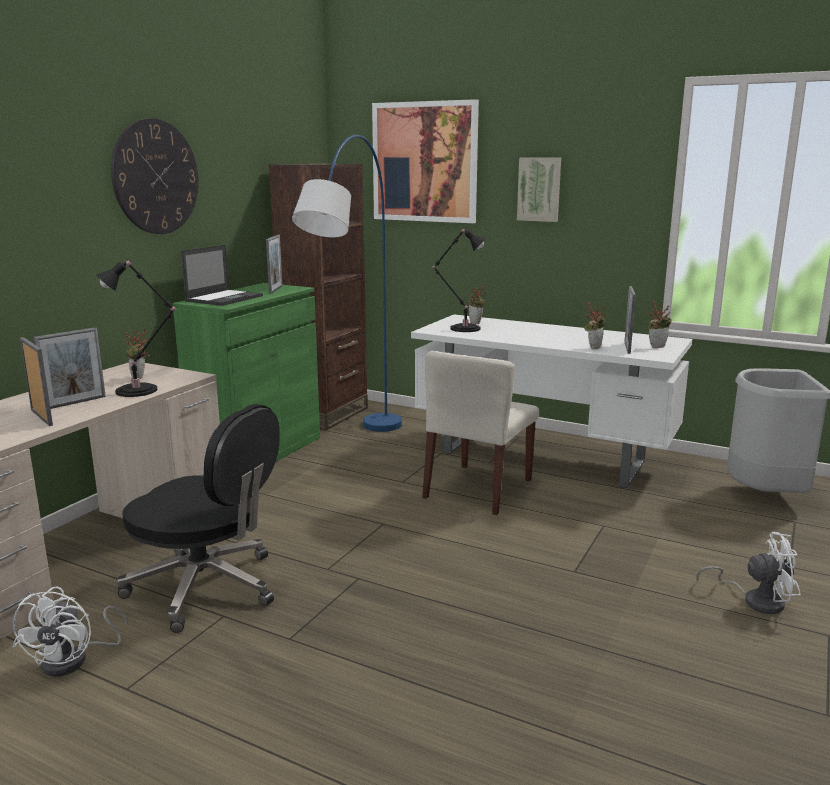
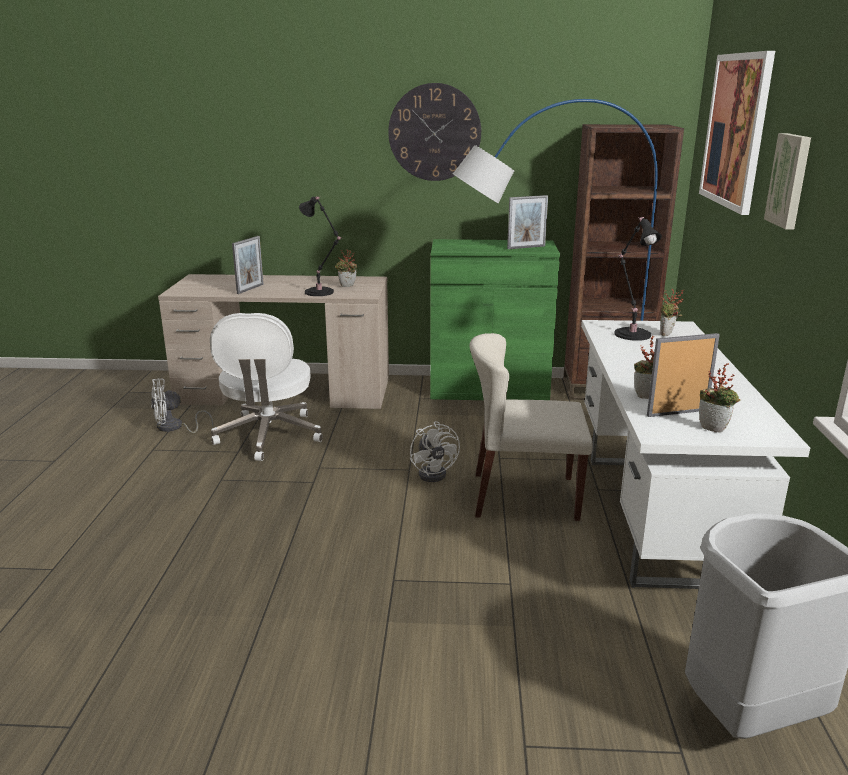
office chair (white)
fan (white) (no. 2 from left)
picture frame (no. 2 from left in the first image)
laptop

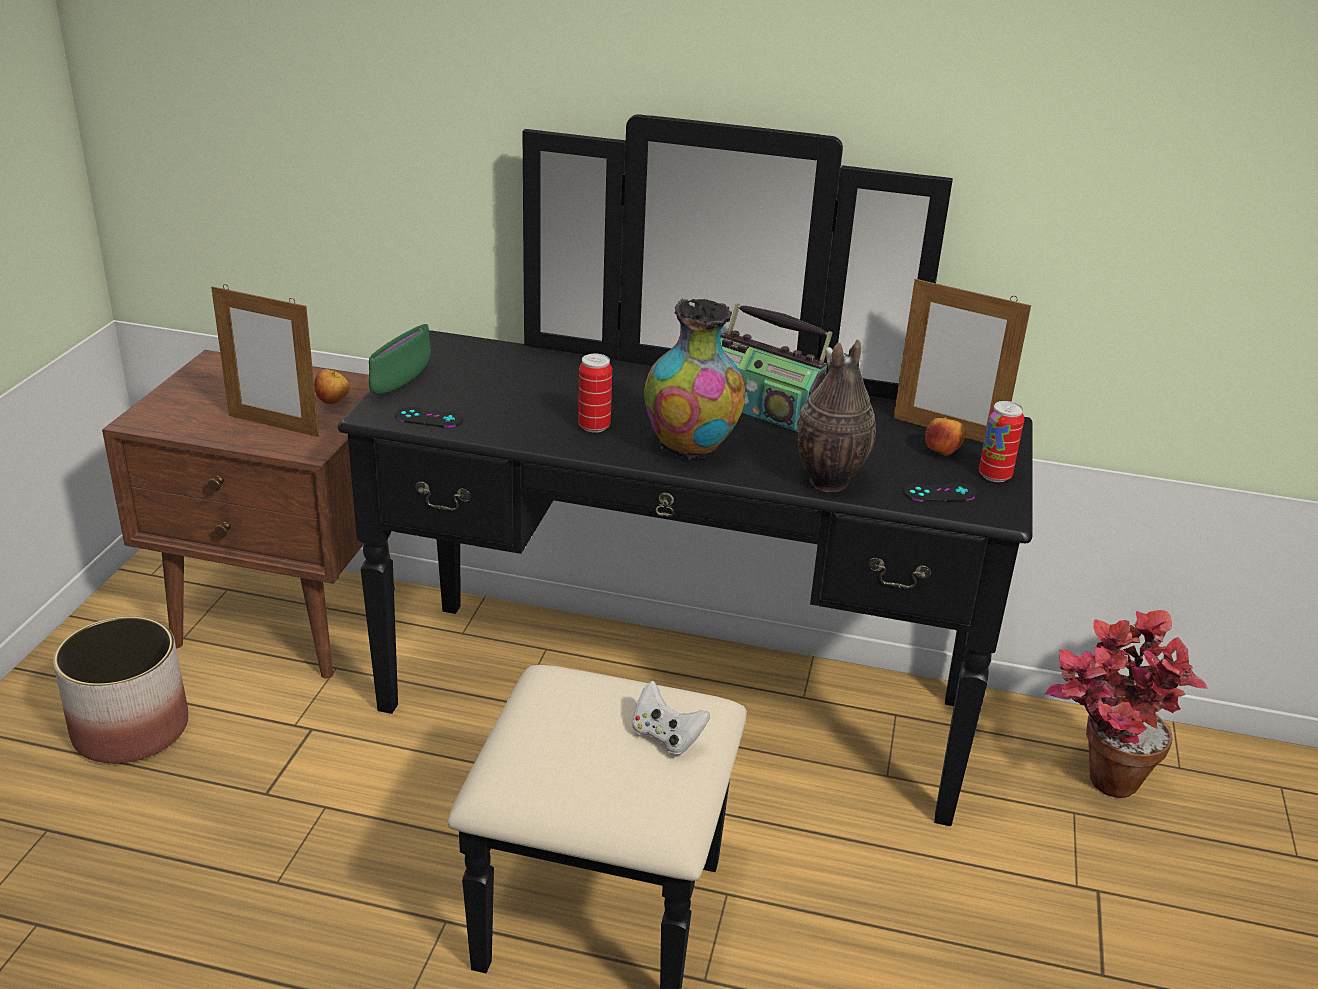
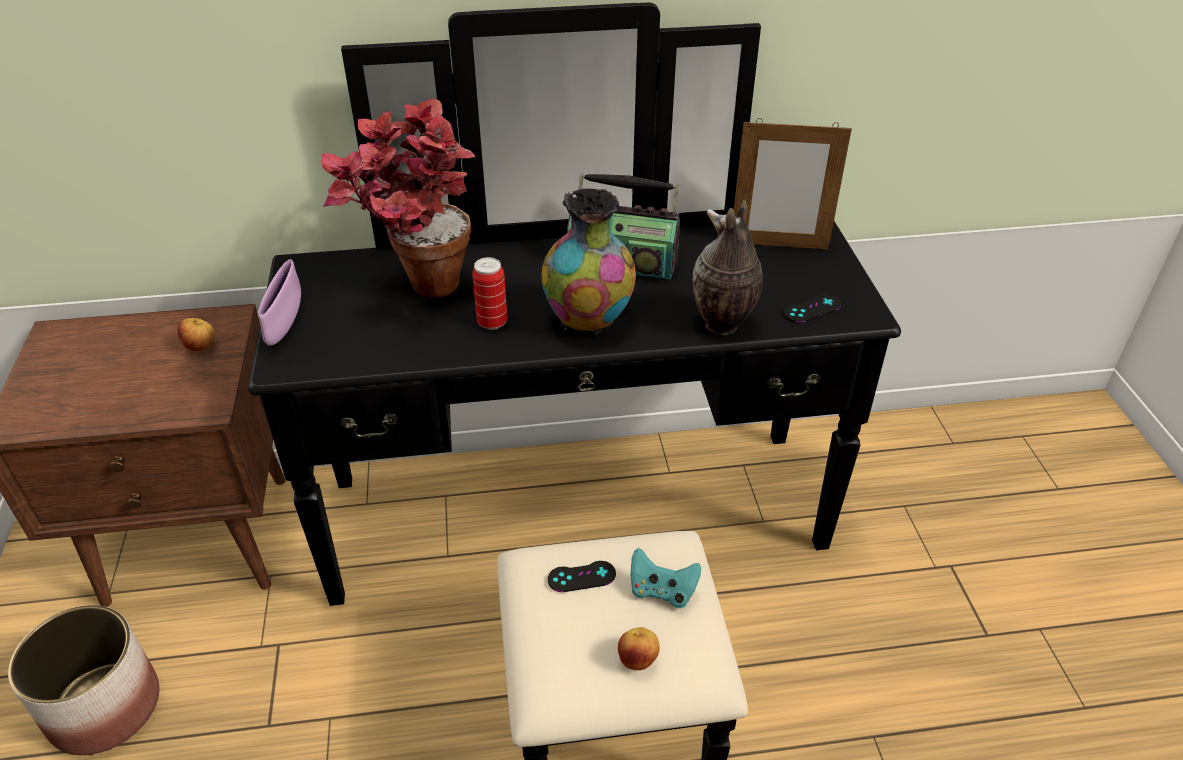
bowl (purple)
potted plant
game controller (black) (no. 1 from left)
apple (no. 2 from left)
game controller (turquoise)
picture frame (no. 1 from left in the first image)
can (no. 2 from left in the first image)

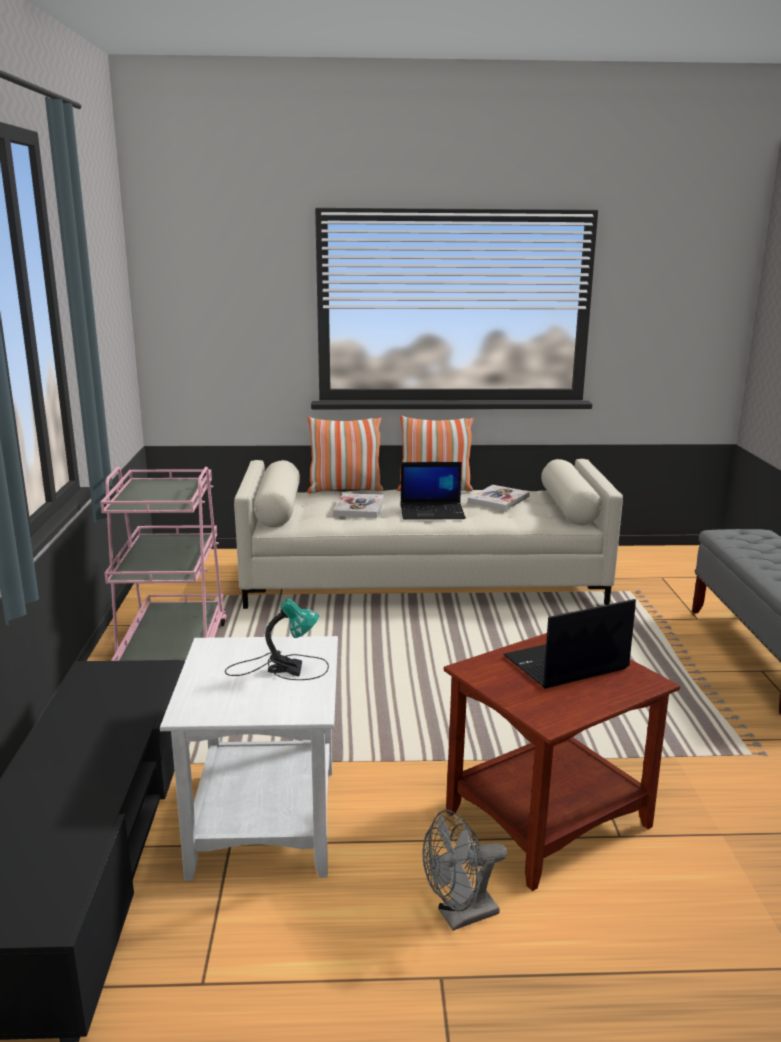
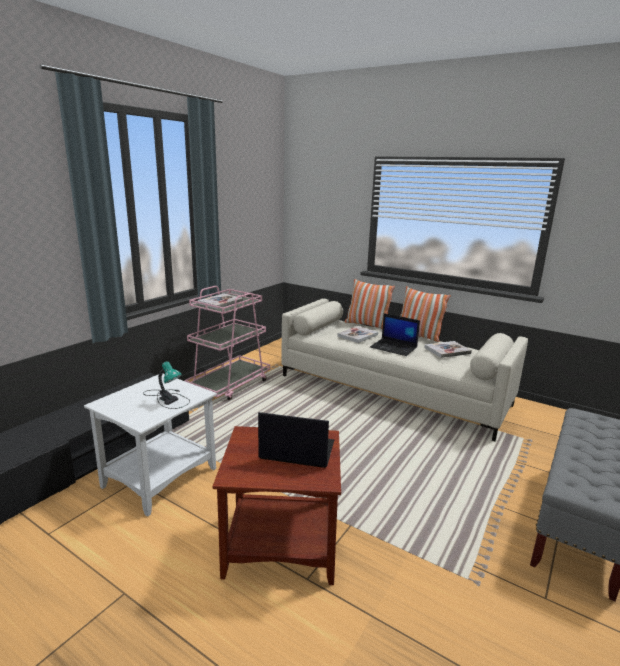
book (no. 1 from left)
fan (grey)

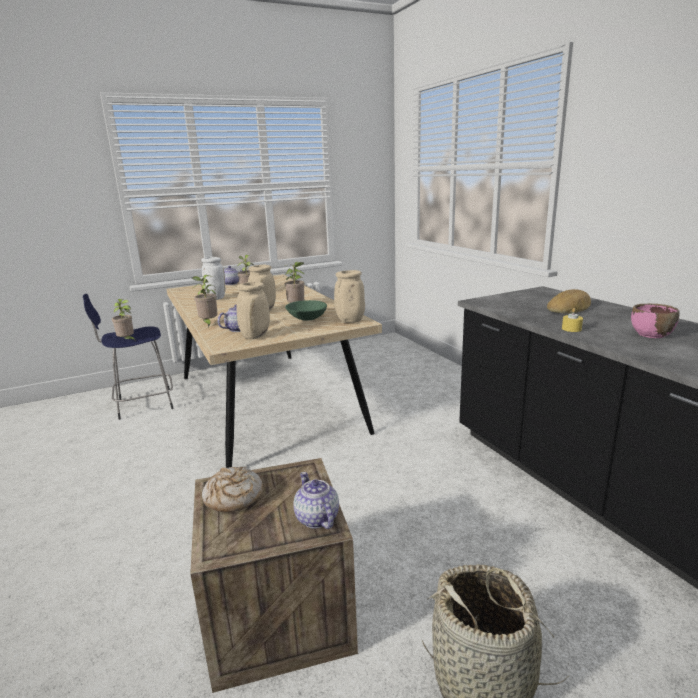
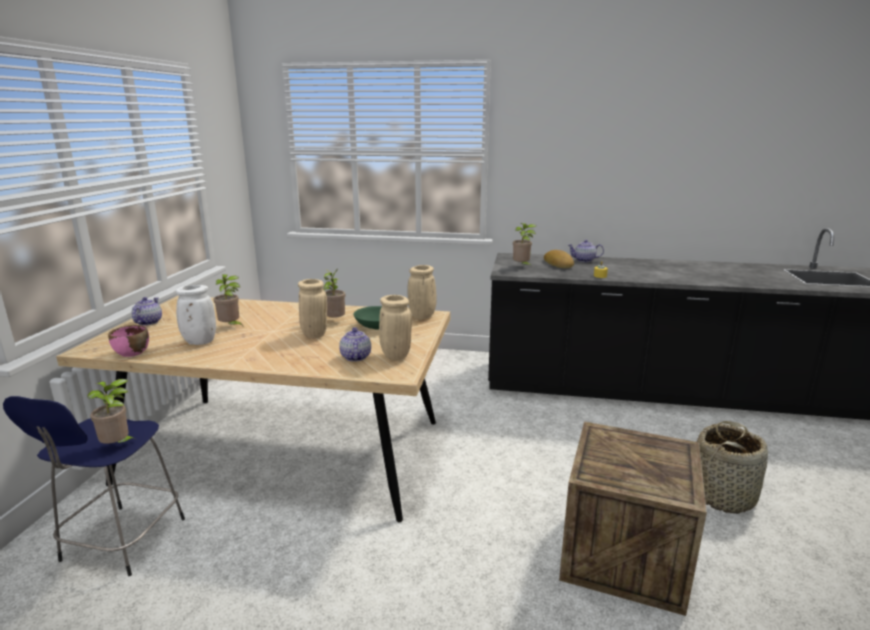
bowl (pink)
potted plant (no. 4 from left)
teapot (no. 3 from left)
bread (no. 1 from left in the first image)

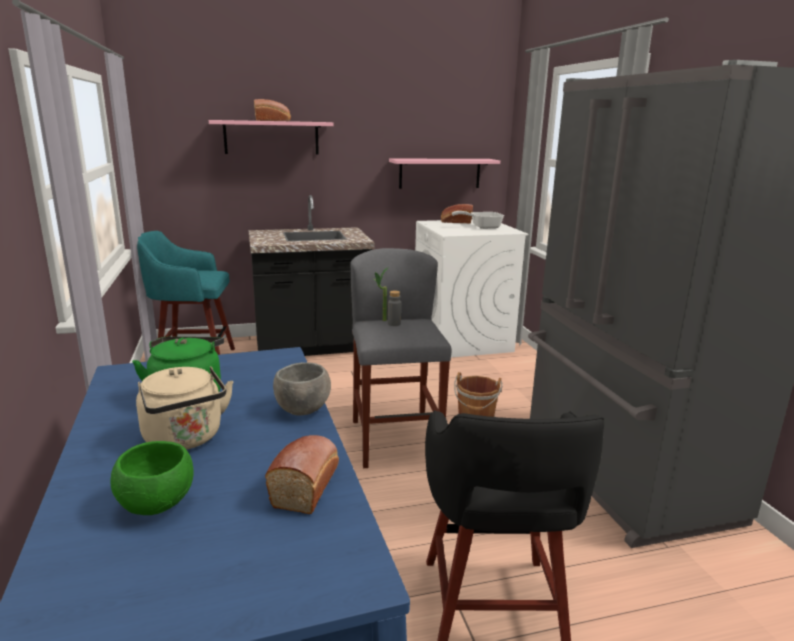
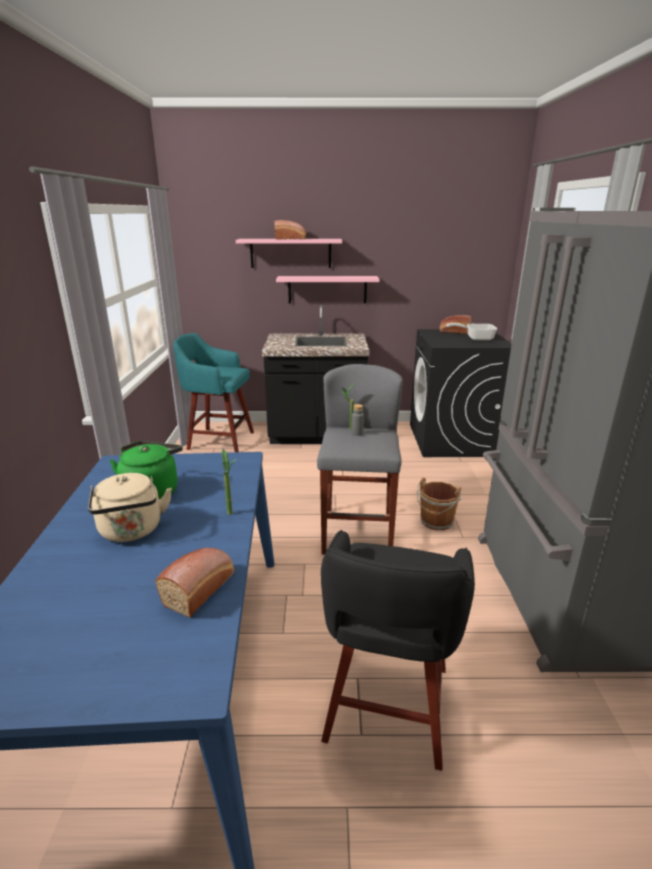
potted plant (no. 1 from left)
shelf (pink) (no. 2 from left)
washing machine (black)
bowl (green)

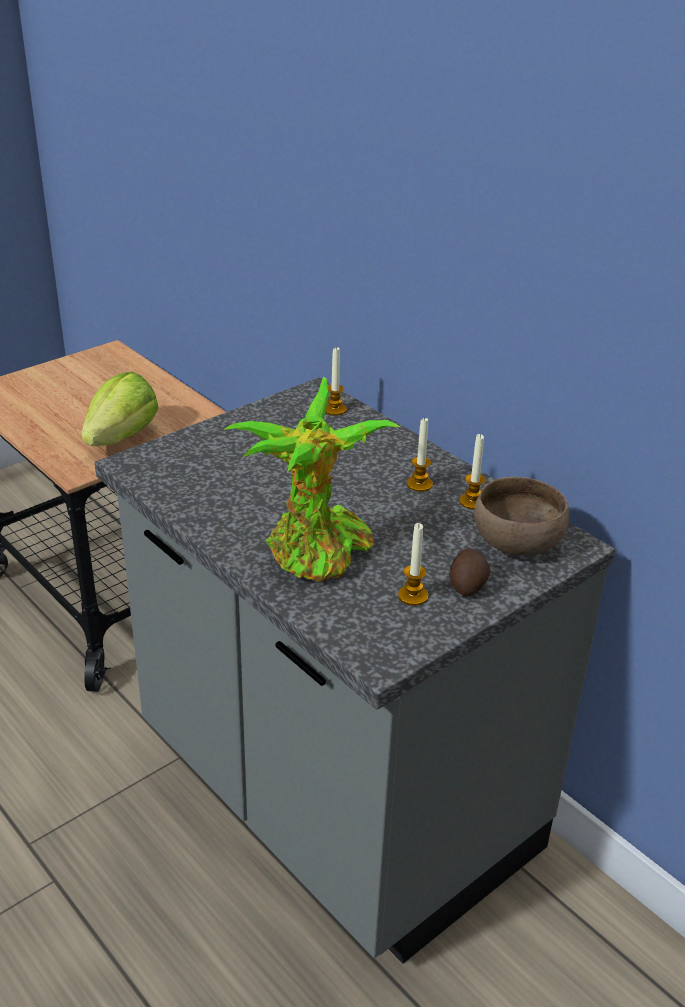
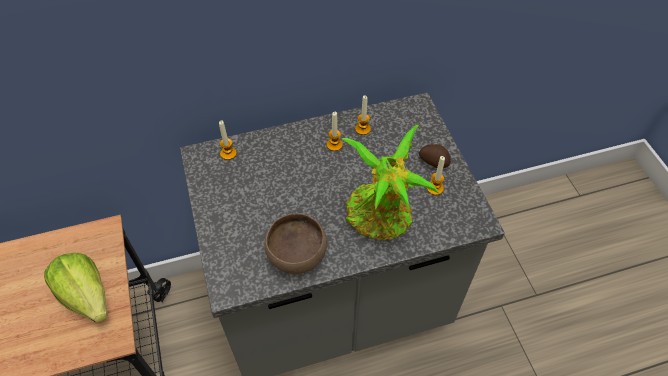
bowl (brown)

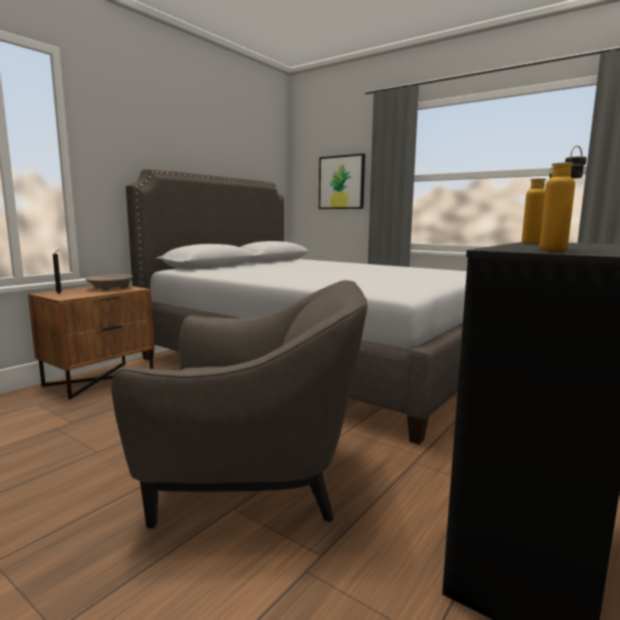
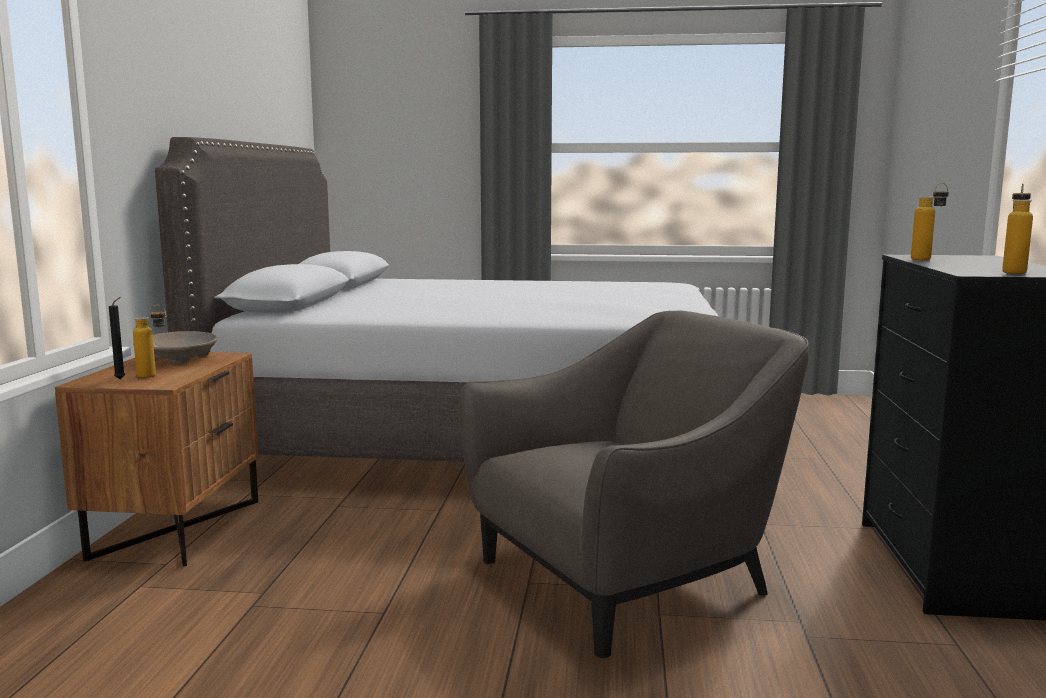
bottle (no. 1 from left)
picture

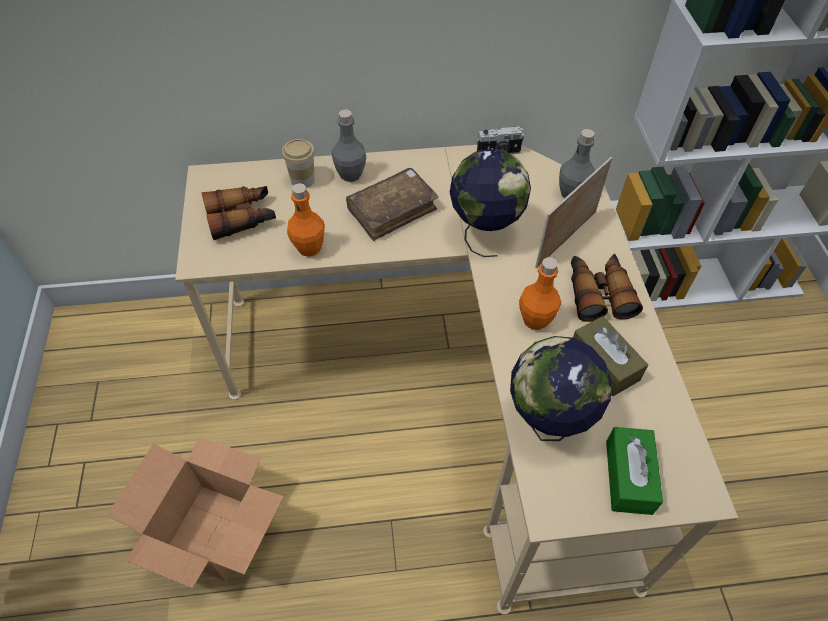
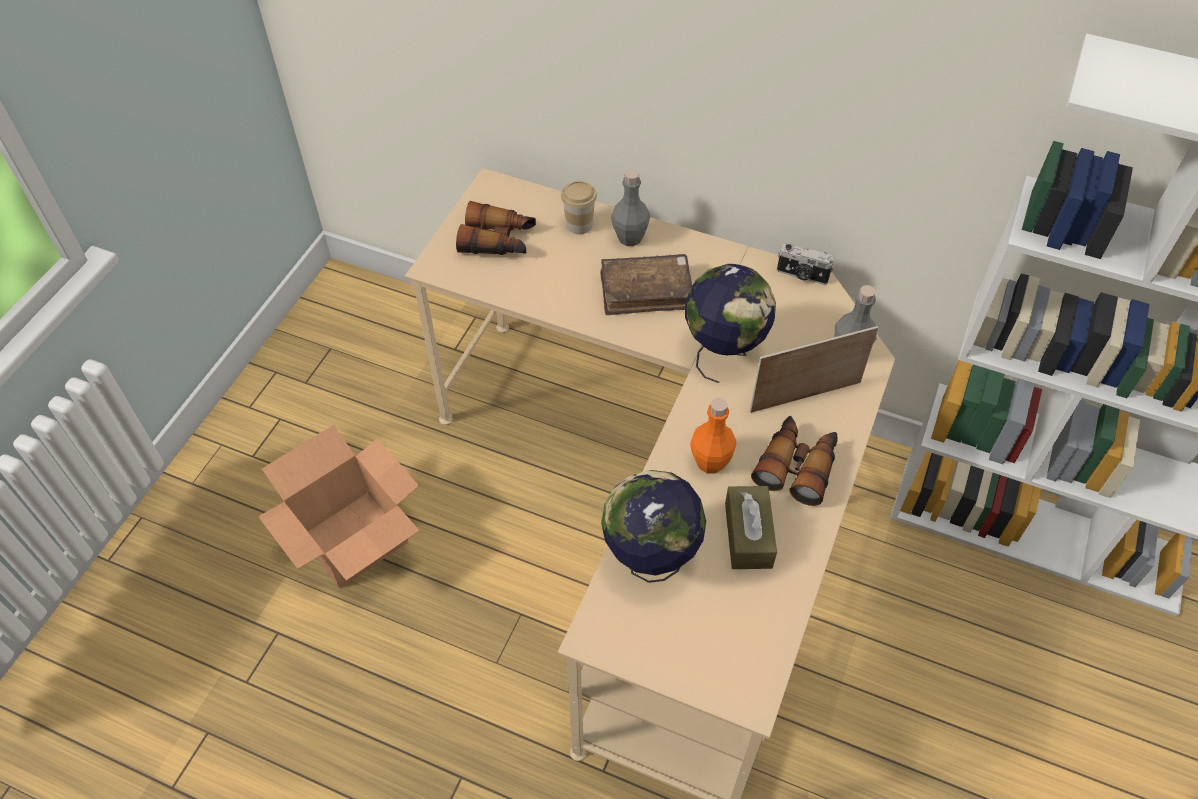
bottle (orange) (no. 1 from left in the first image)
tissue box (green)

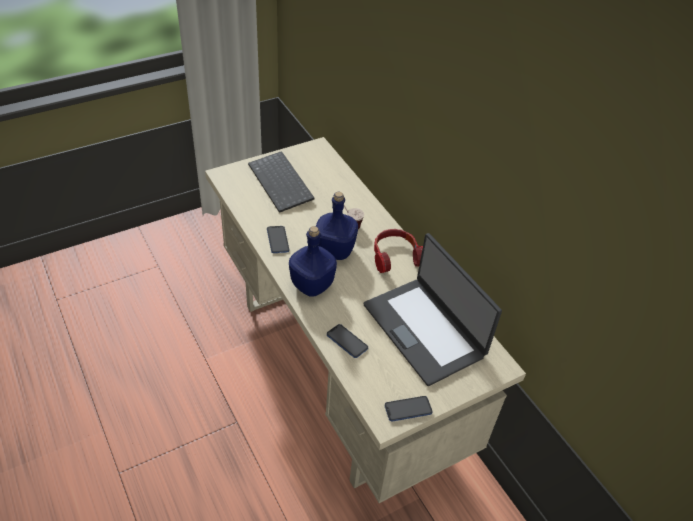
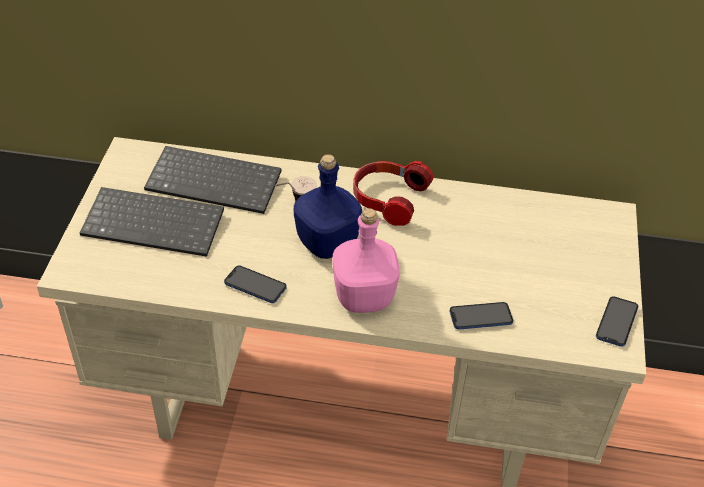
keyboard (no. 2 from left)
bottle (pink)
laptop

